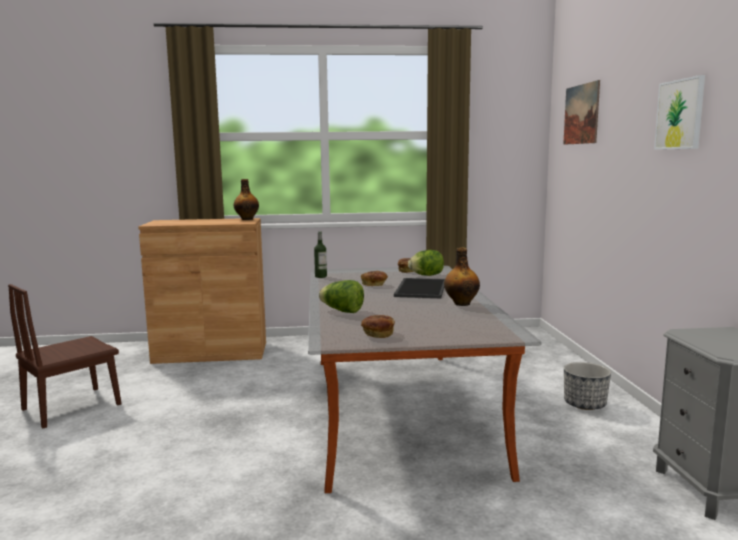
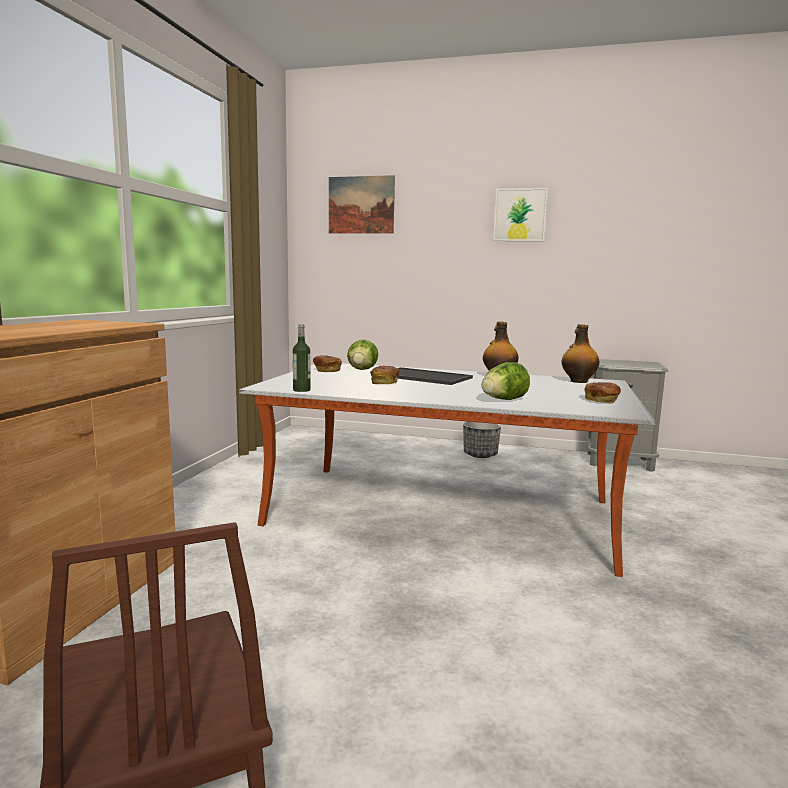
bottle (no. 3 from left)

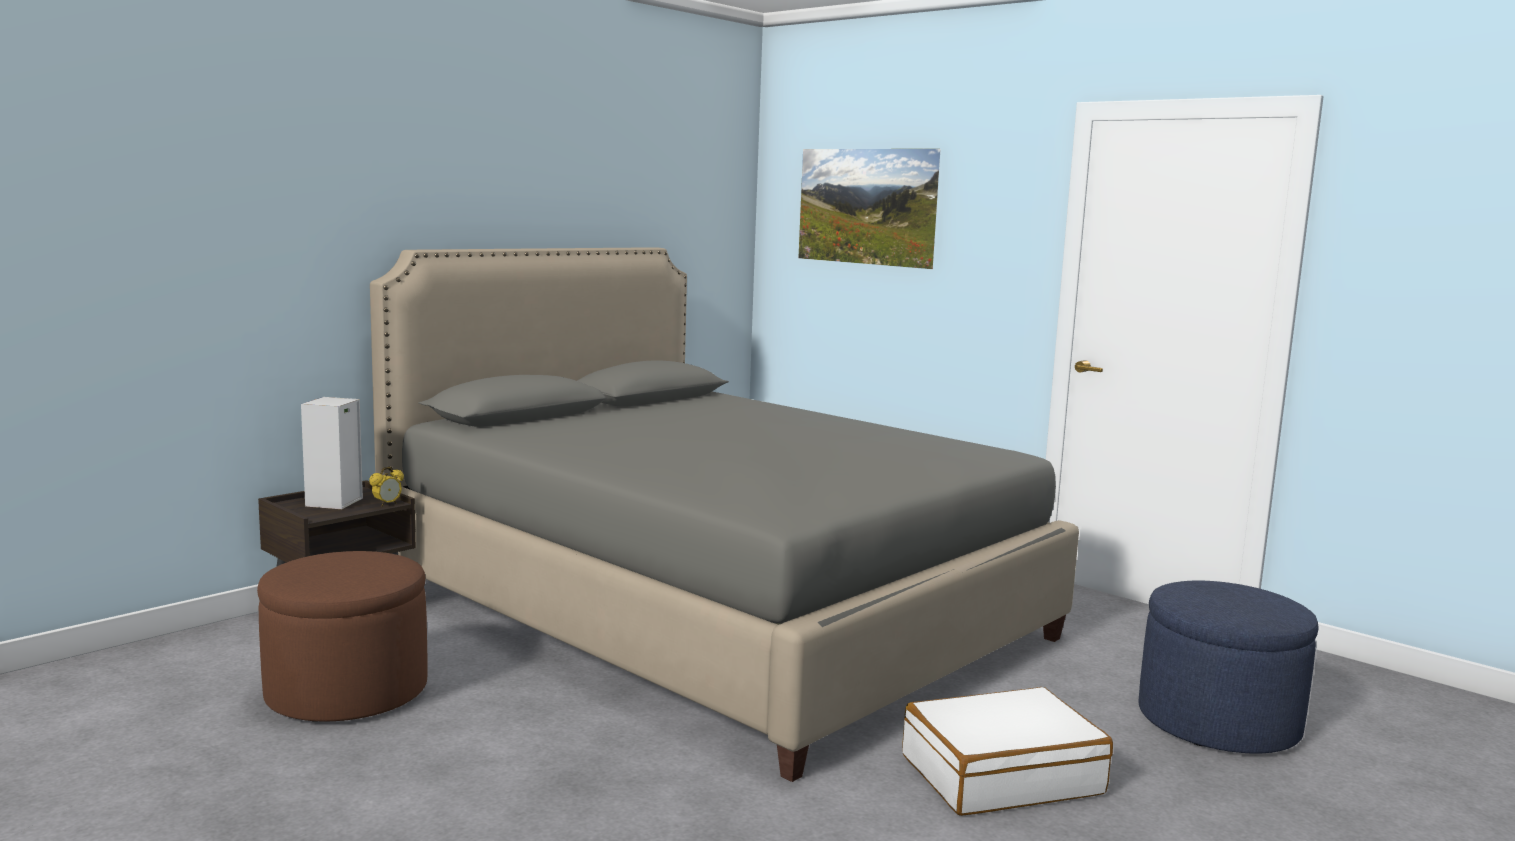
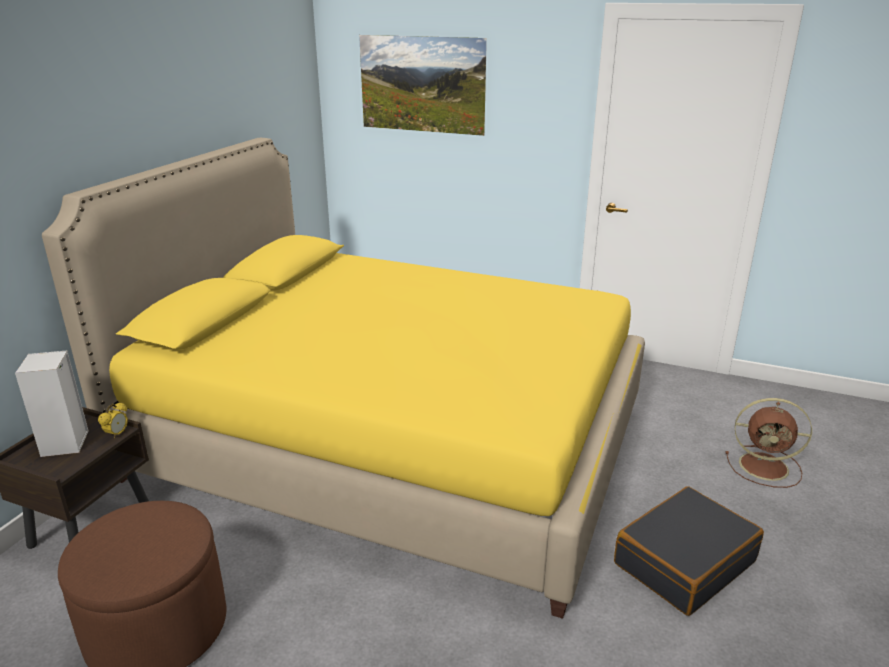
bed (yellow)
suitcase (black)
fan (brown)

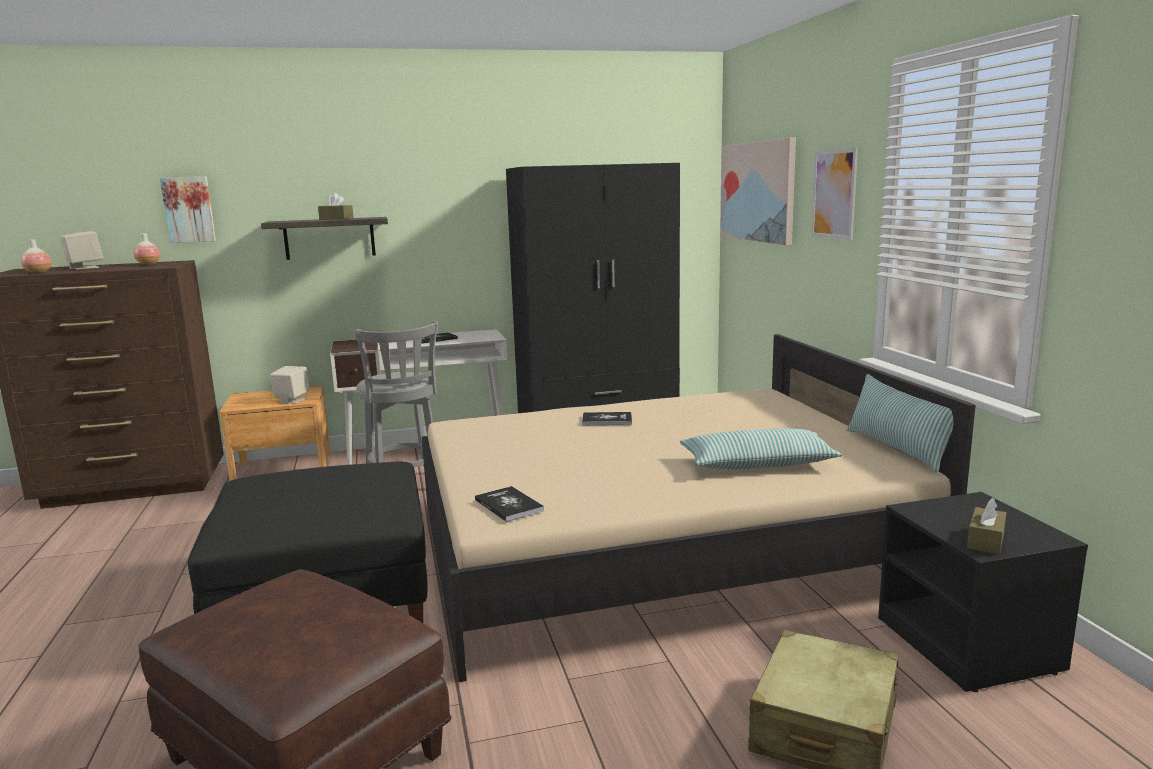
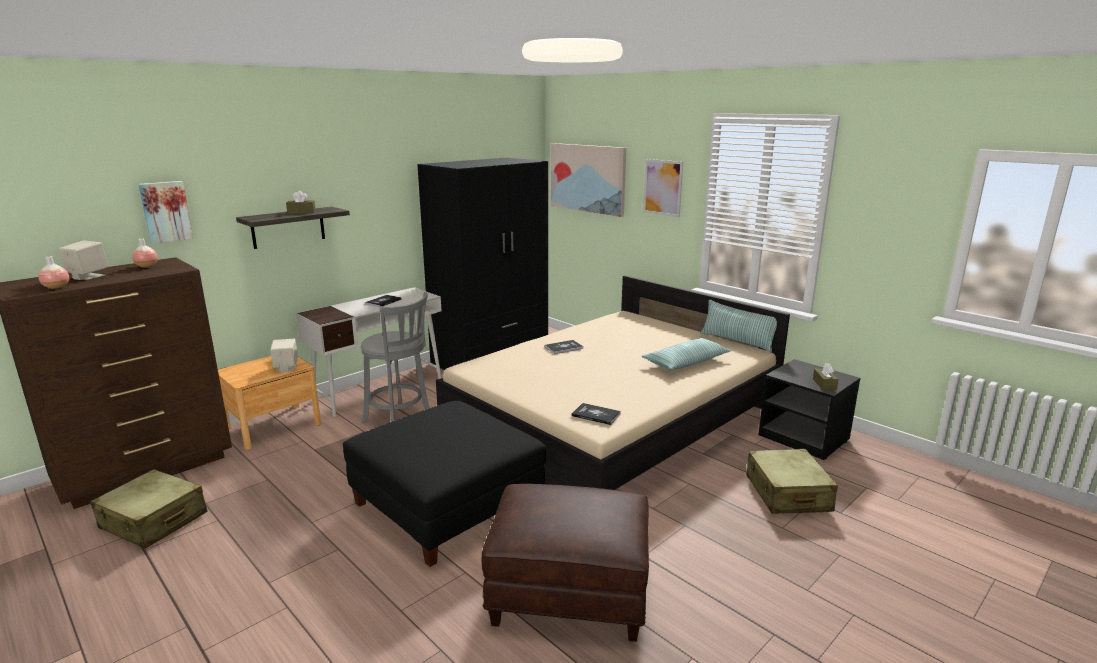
suitcase (beige) (no. 1 from left)

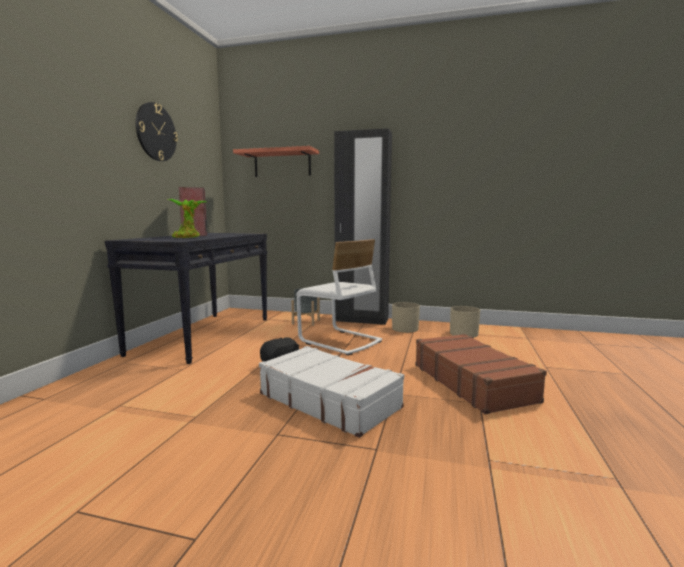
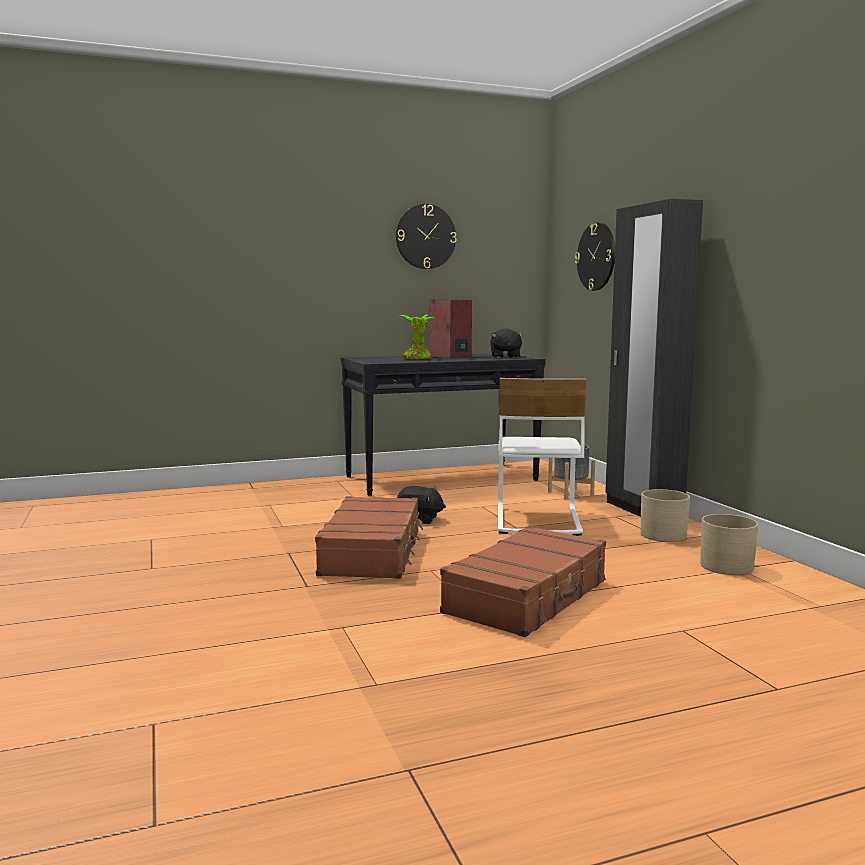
suitcase (brown) (no. 1 from left)
plush toy (black) (no. 2 from left)
wall clock (no. 2 from left)

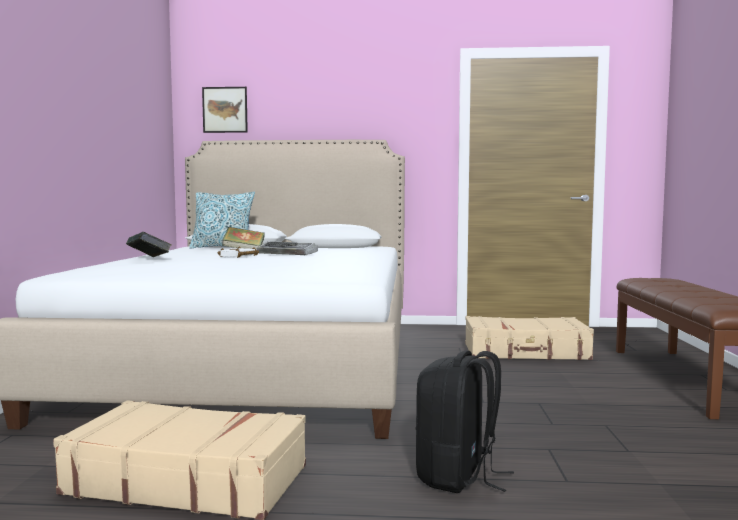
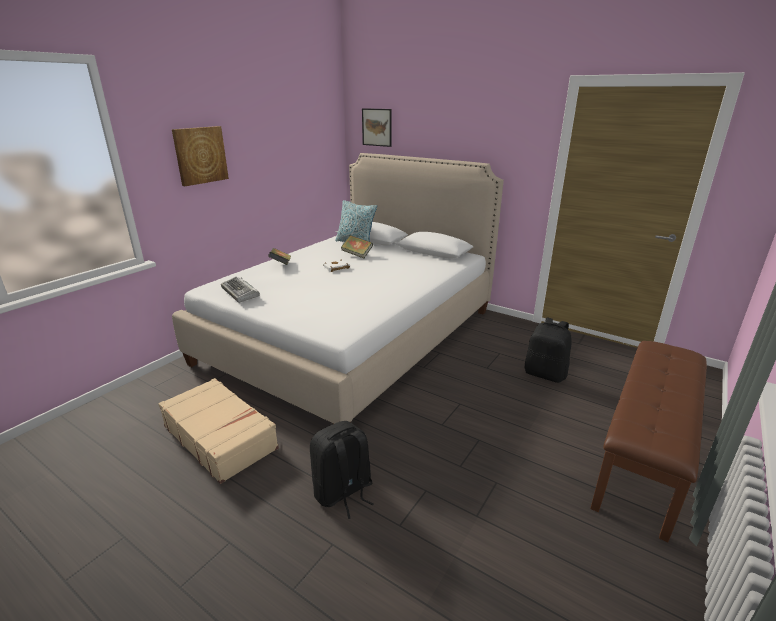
picture (no. 1 from left)
keyboard
backpack (black) (no. 2 from left)

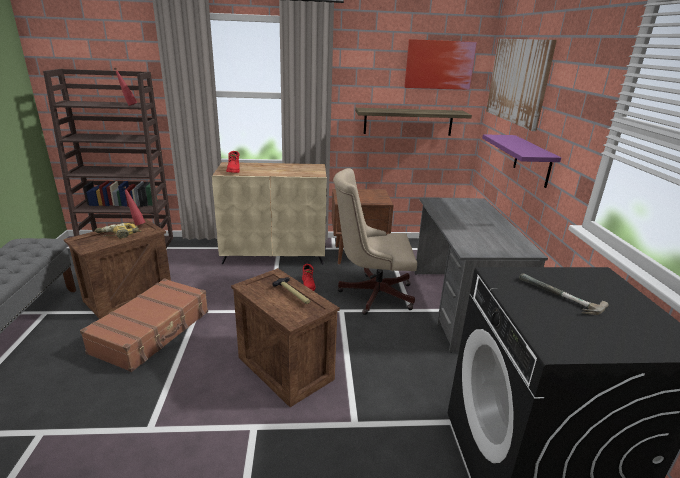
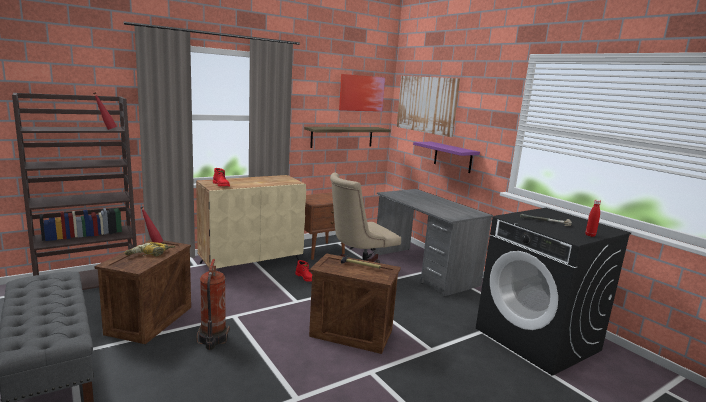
fire extinguisher
bottle (red) (no. 3 from left)

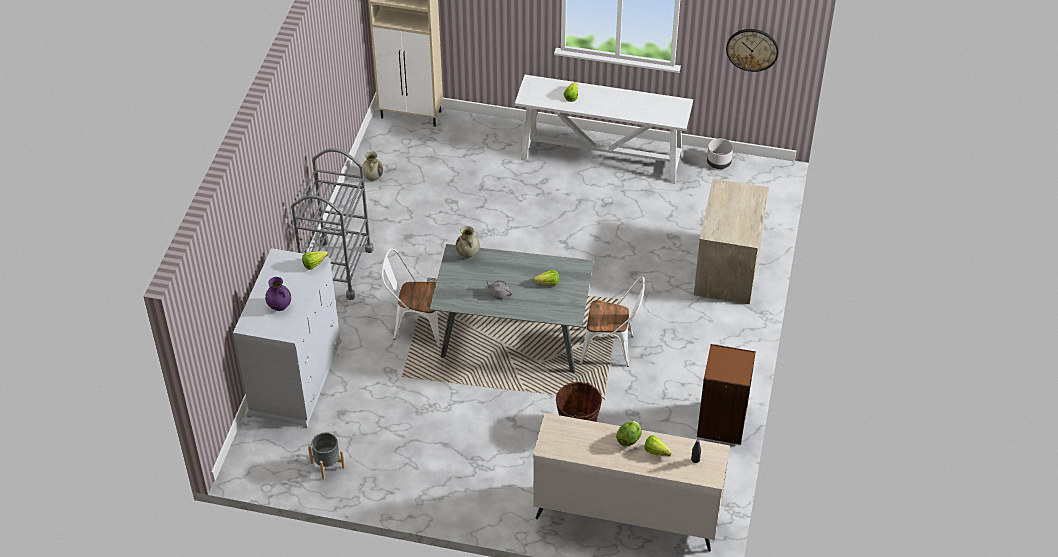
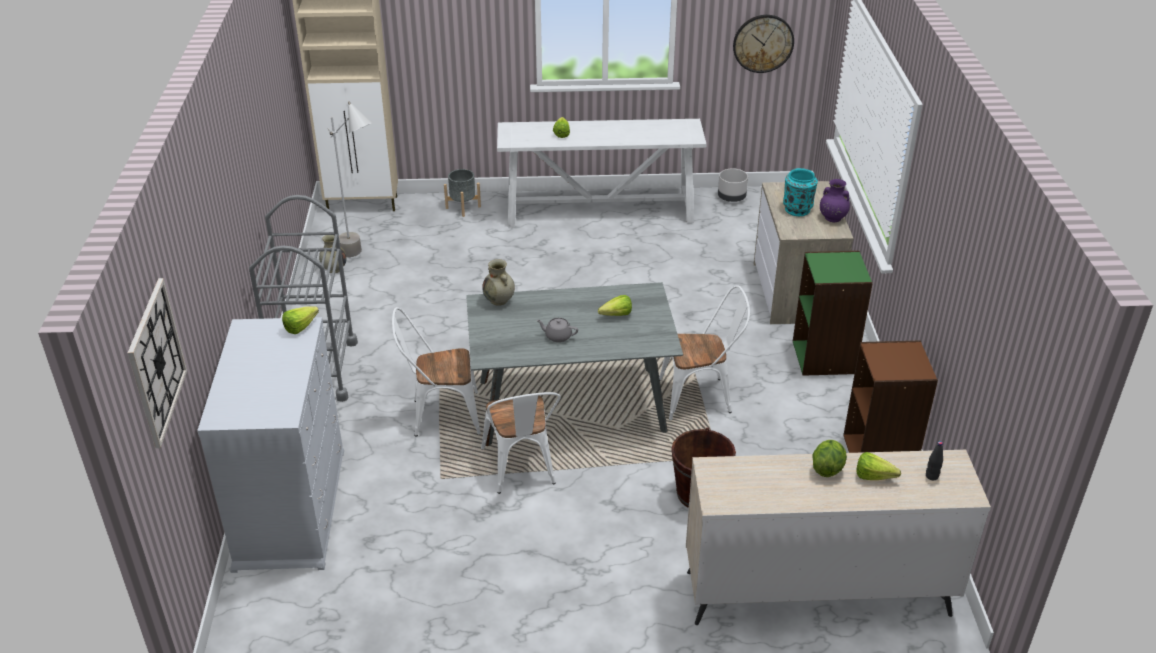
wall clock (no. 1 from left)
floor lamp (grey)
planter (grey) (no. 1 from left)
chair (white) (no. 2 from left)
vase (turquoise)
bookcase (green)
vase (purple)

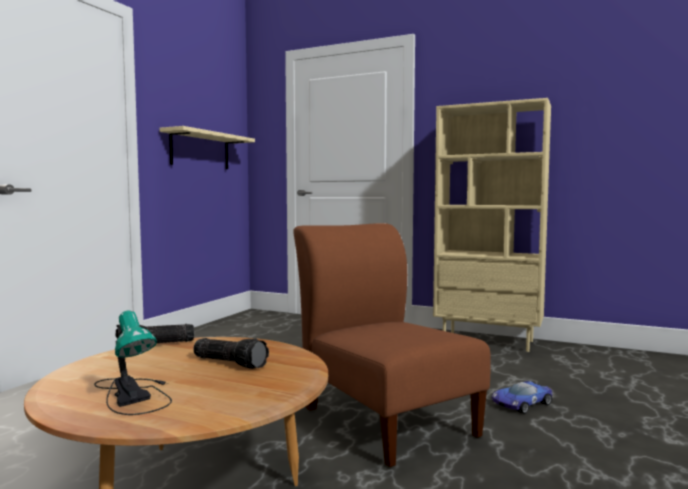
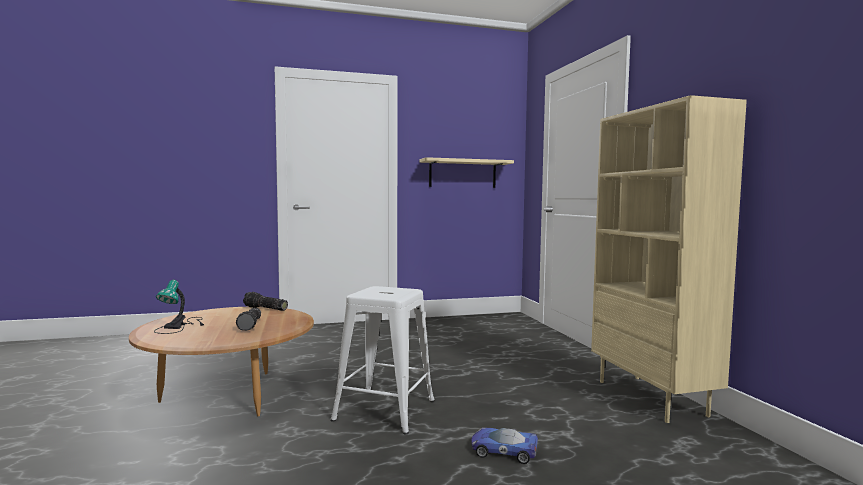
stool (white)

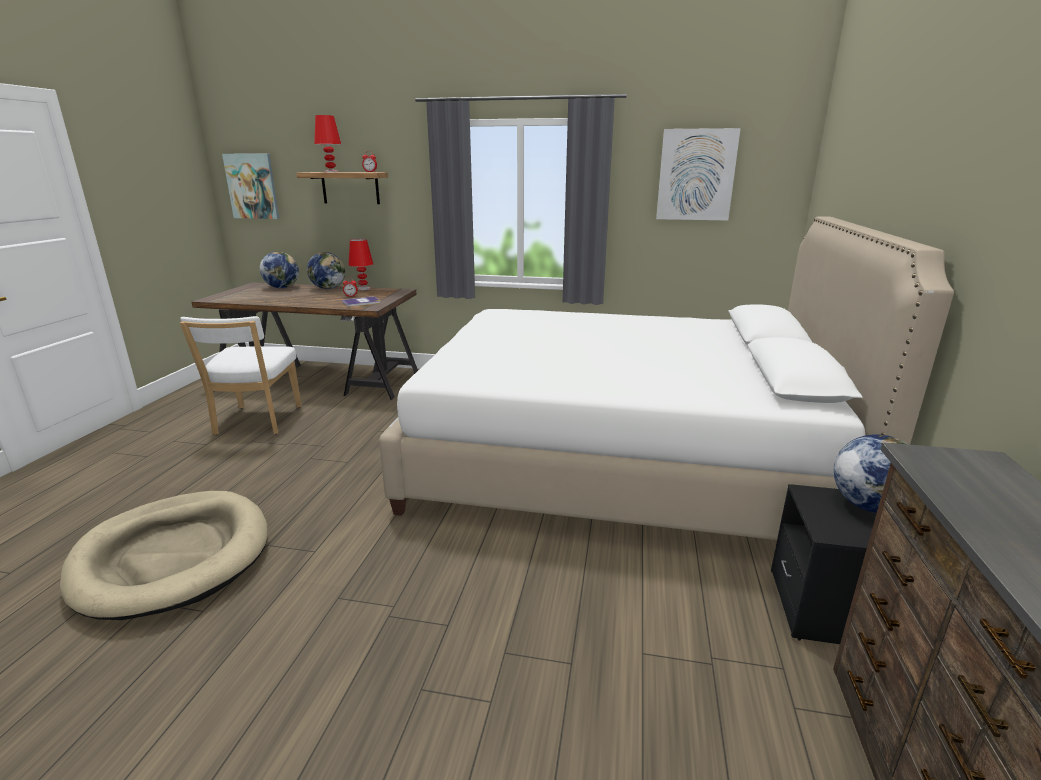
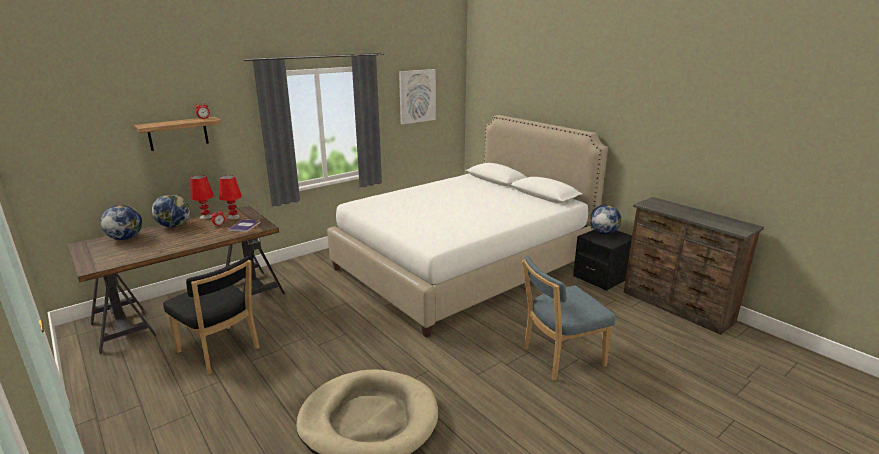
chair (black)
table lamp (red) (no. 2 from left)
chair (blue)
picture (no. 1 from left in the first image)

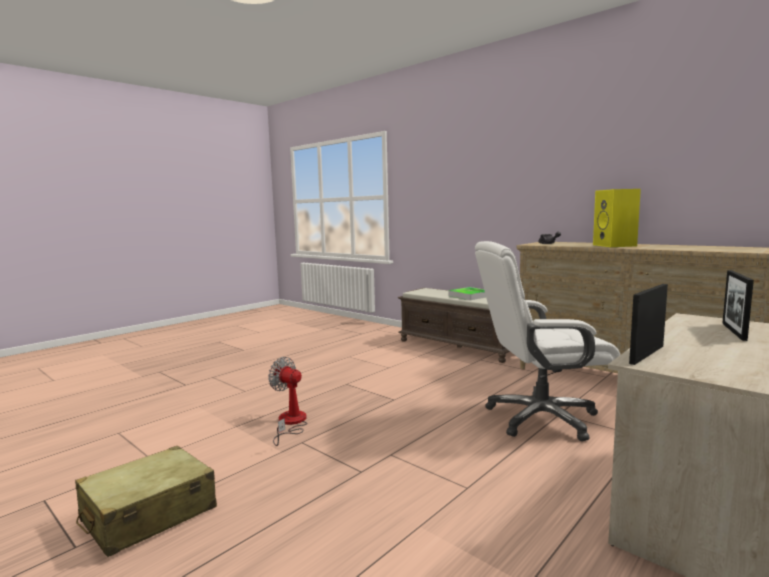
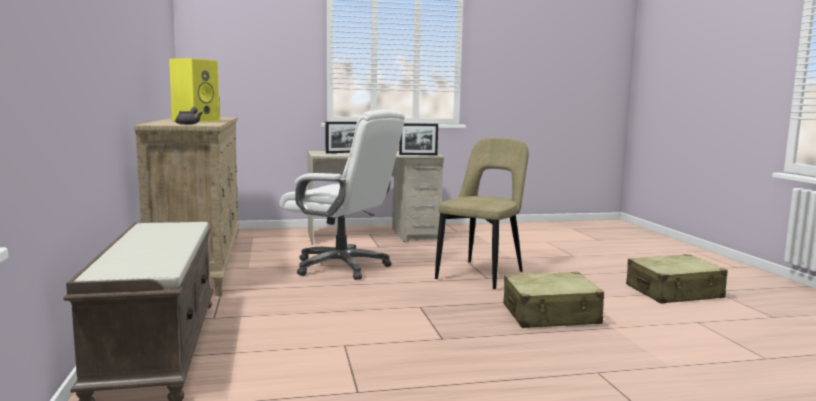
chair (beige)
suitcase (beige) (no. 1 from left)
tray

